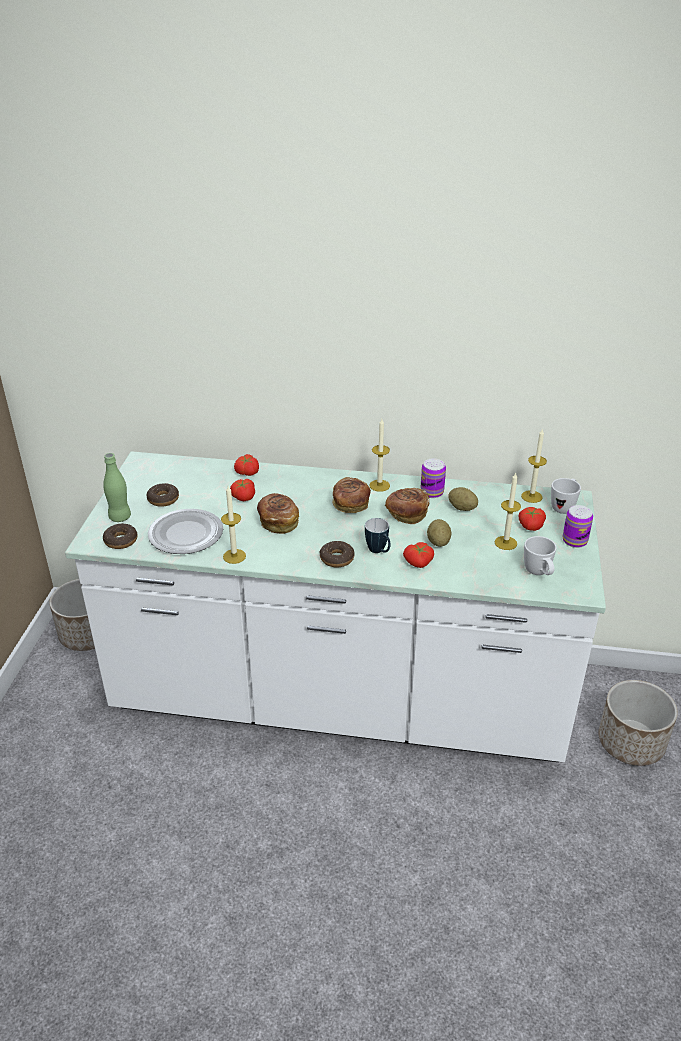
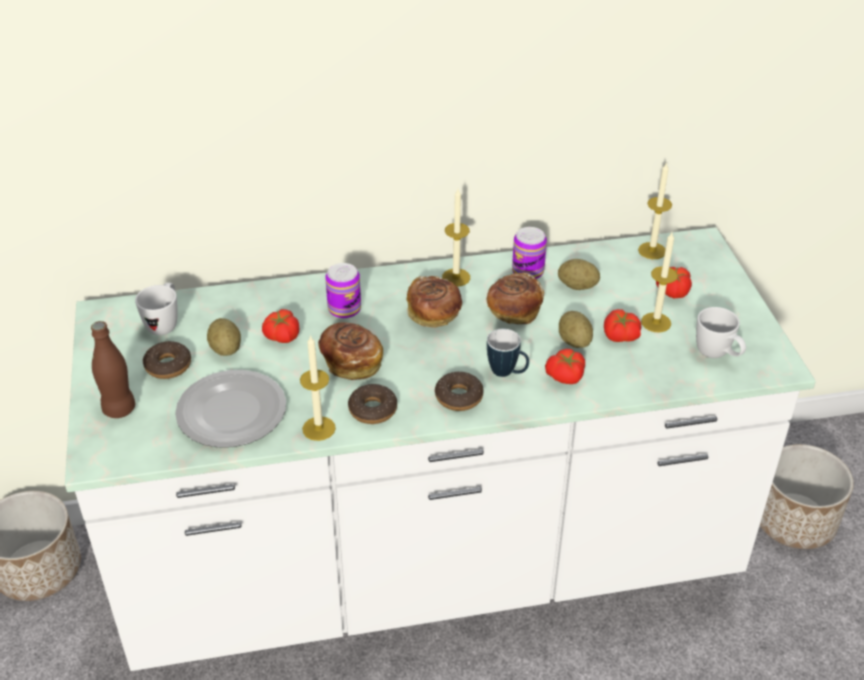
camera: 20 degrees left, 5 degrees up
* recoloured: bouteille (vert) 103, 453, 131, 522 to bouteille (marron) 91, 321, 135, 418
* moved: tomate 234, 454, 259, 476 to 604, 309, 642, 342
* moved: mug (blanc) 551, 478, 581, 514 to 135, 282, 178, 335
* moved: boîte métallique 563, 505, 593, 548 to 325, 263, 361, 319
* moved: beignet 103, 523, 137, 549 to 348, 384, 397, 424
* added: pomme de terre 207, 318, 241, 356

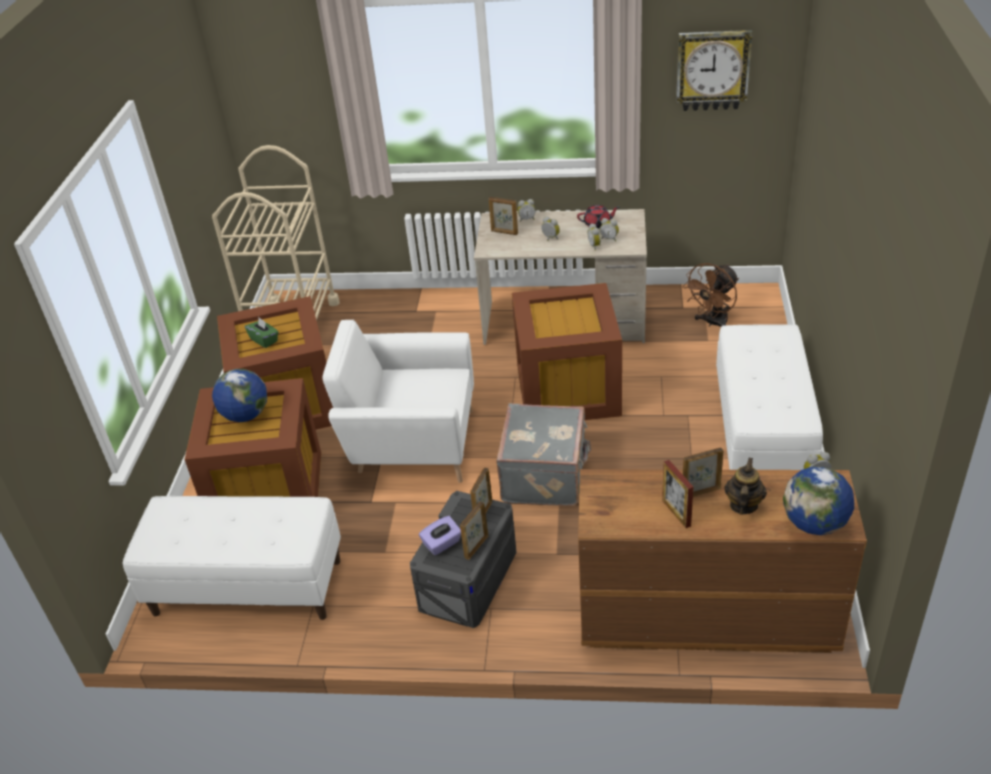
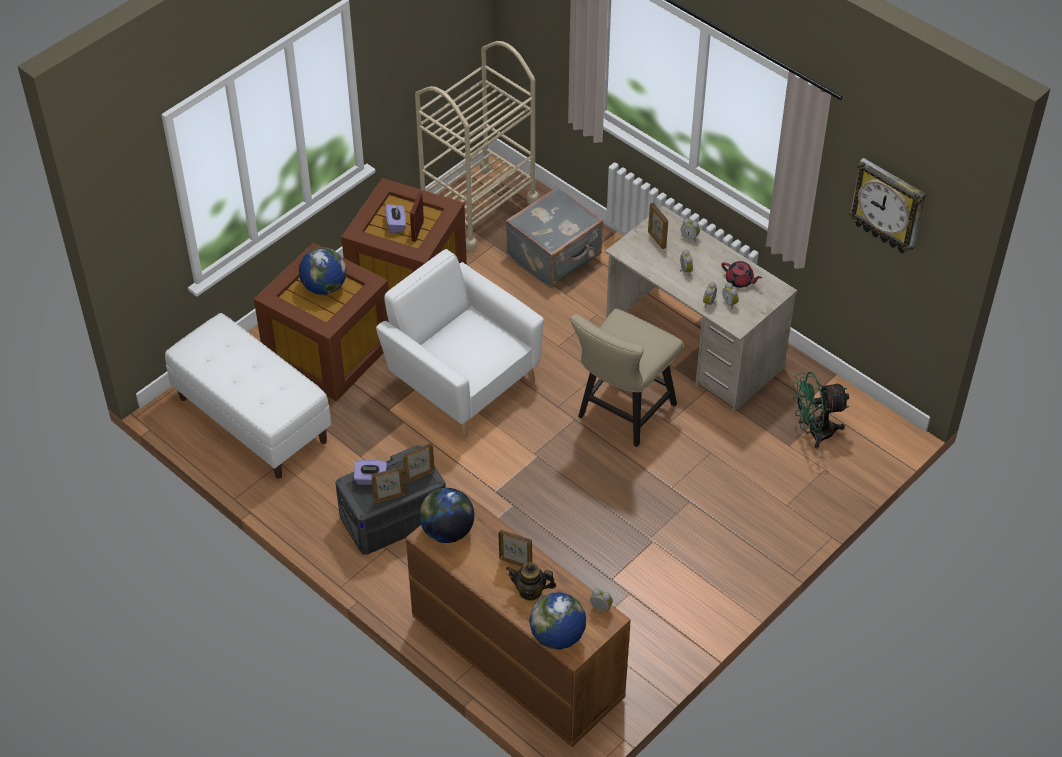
camera: 35 degrees right, 10 degrees up
* recoloured: ventilateur (marron) 682, 263, 739, 327 to ventilateur (vert) 792, 372, 849, 448
* replaced: boîte de rangement (marron) 512, 283, 622, 420 to chaise (beige) 570, 309, 683, 447
* recoloured: boîte à mouchoirs (vert) 245, 318, 279, 348 to boîte à mouchoirs (violet) 385, 204, 406, 233
* removed: banc (blanc) 716, 324, 823, 470
* moved: valise (gris) 496, 403, 591, 506 to 506, 186, 603, 288
* turned: théière 724, 458, 767, 515 = 506, 562, 556, 601 135 degrees counterclockwise
* moved: cadre photo 662, 460, 694, 528 to 410, 193, 424, 242
* added: globe 419, 488, 474, 543

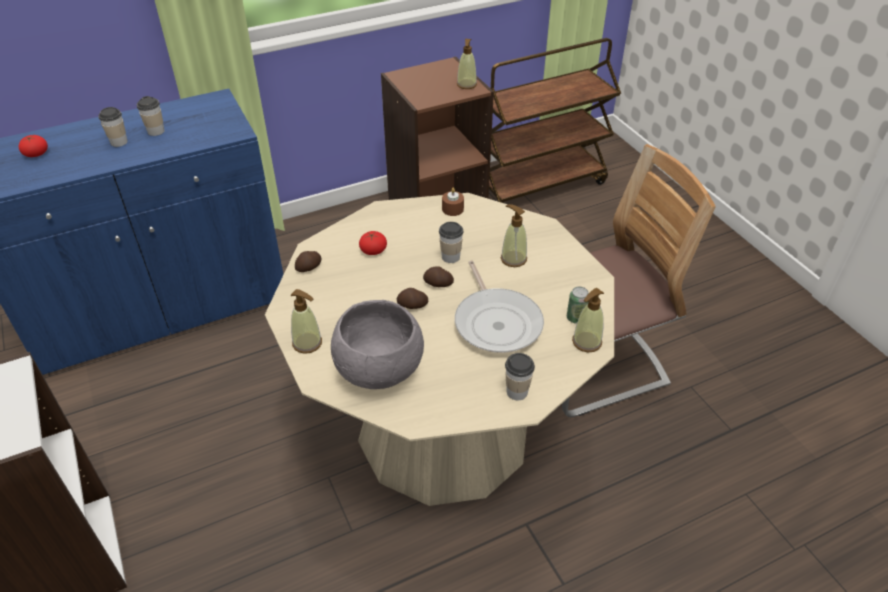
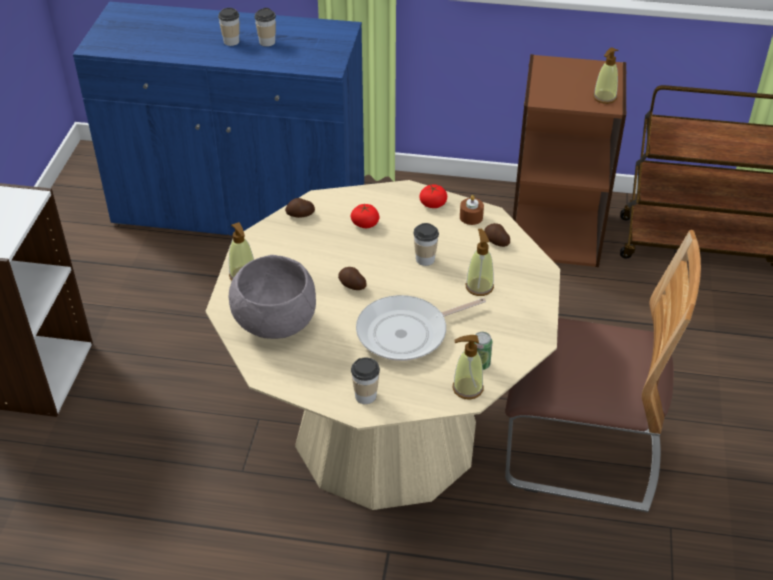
camera: 35 degrees right, 0 degrees up
* moved: tomate 18, 135, 48, 157 to 419, 184, 447, 208
* turned: poêle 455, 260, 544, 353 = 356, 295, 486, 361 45 degrees clockwise
* moved: pomme de terre 423, 266, 454, 287 to 484, 223, 510, 247

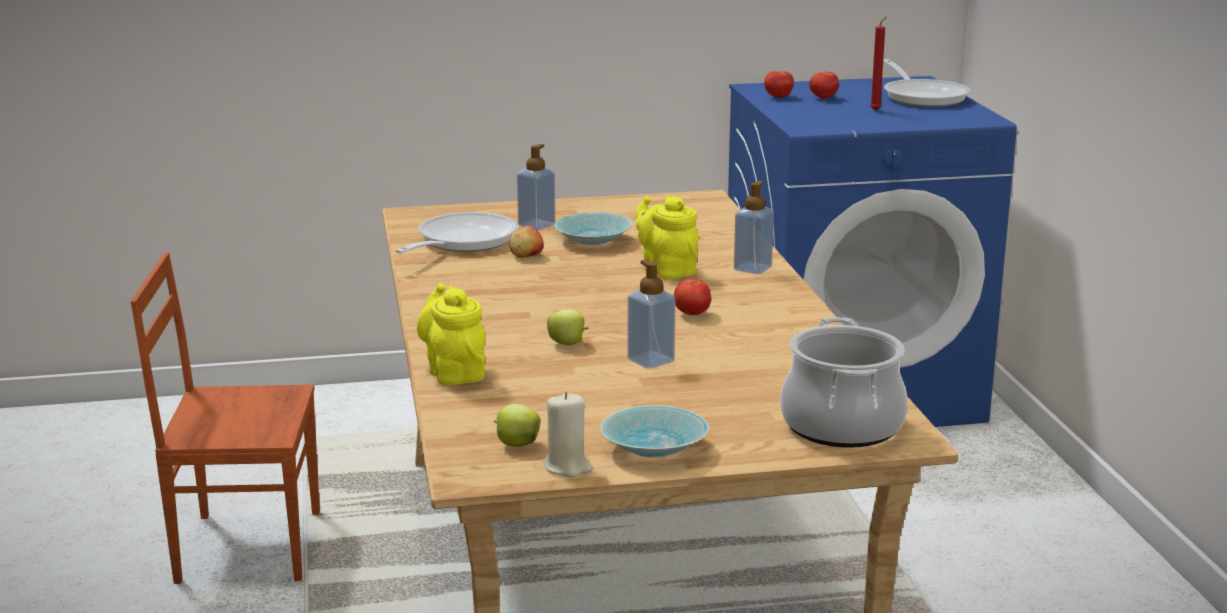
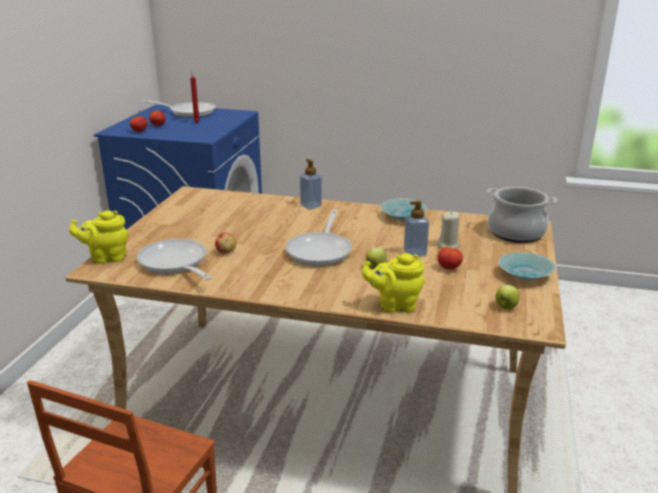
camera: 65 degrees left, 5 degrees up
* removed: distributeur de savon 517, 144, 555, 230
* moved: théière (jaune) 636, 195, 699, 279 to 69, 210, 129, 264
* moved: bol (turquoise) 554, 212, 632, 246 to 381, 198, 427, 221
* moved: tomate 674, 278, 711, 315 to 438, 247, 463, 269
* moved: bougie (beige) 544, 392, 593, 477 to 437, 211, 460, 249
* added: poêle 286, 210, 352, 266

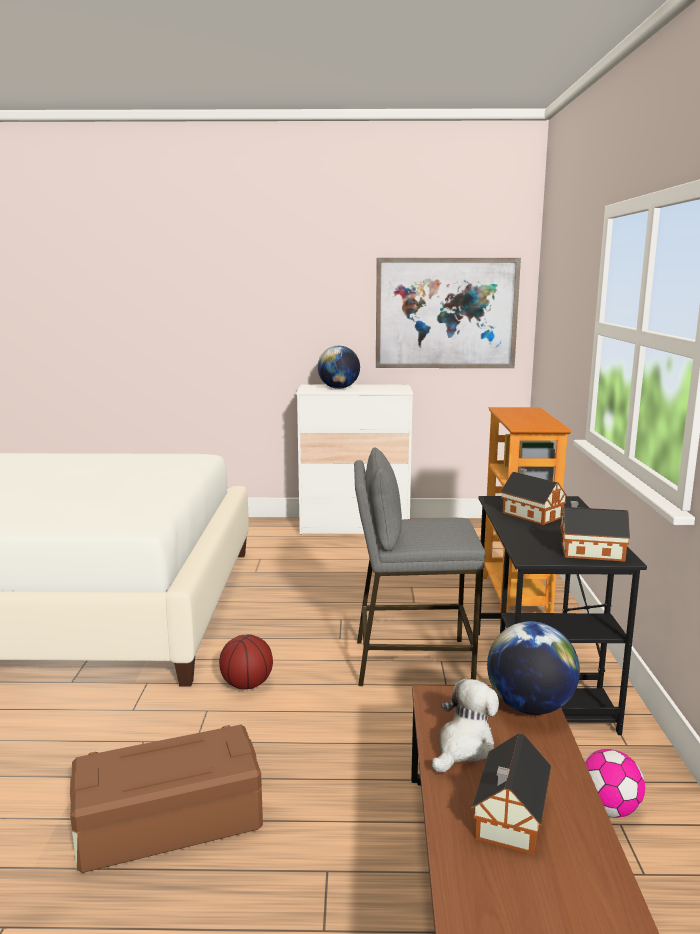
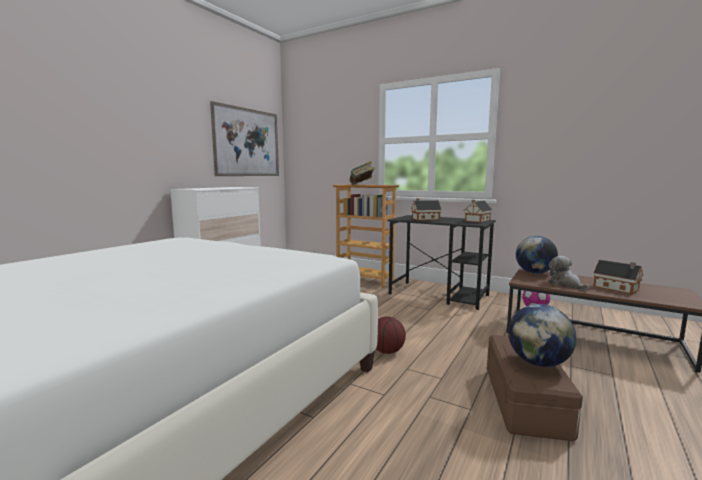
camera: 60 degrees left, 5 degrees down
* moved: globe 318, 346, 360, 389 to 508, 304, 577, 367
* removed: tabouret (gris) 354, 447, 485, 686
* added: livre 349, 161, 375, 185

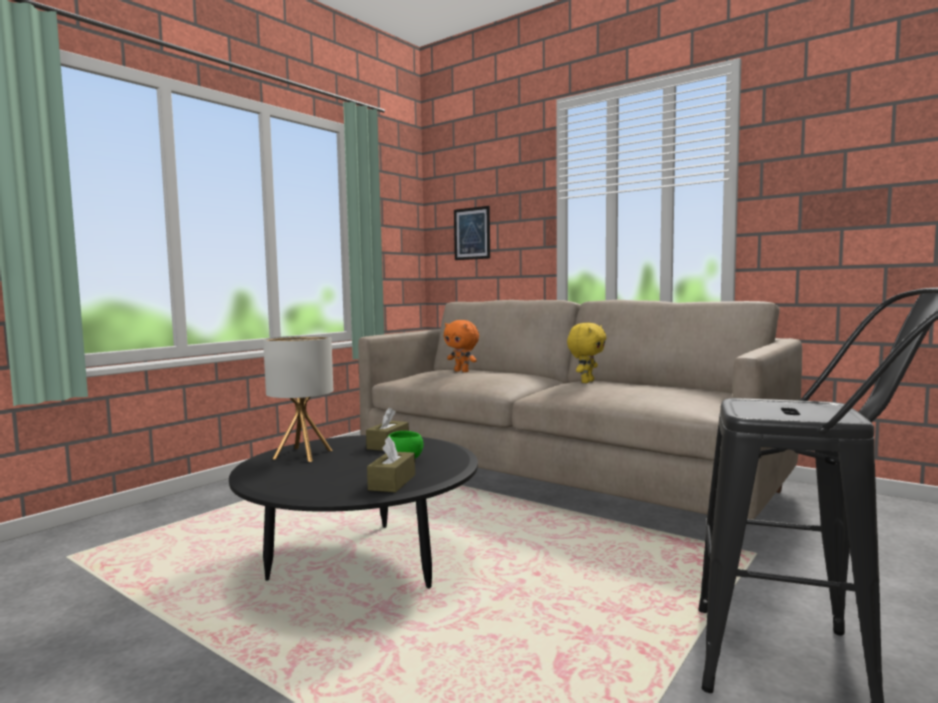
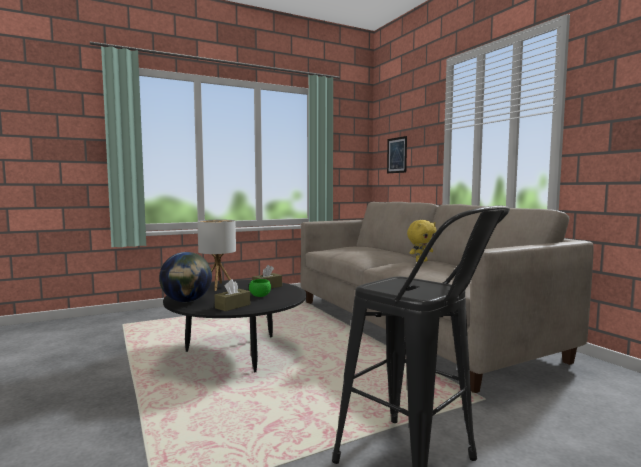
camera: 25 degrees right, 0 degrees up
* removed: peluche (orange) 444, 320, 479, 372
* added: globe 159, 252, 212, 302

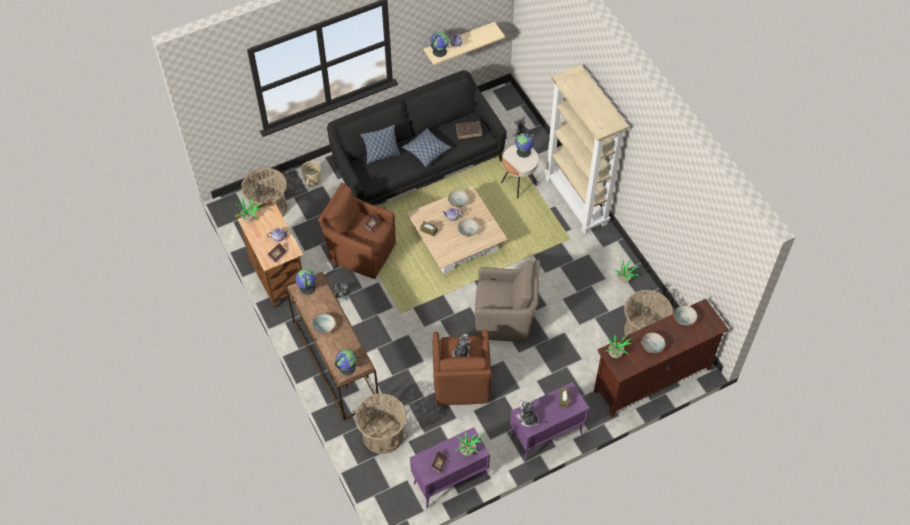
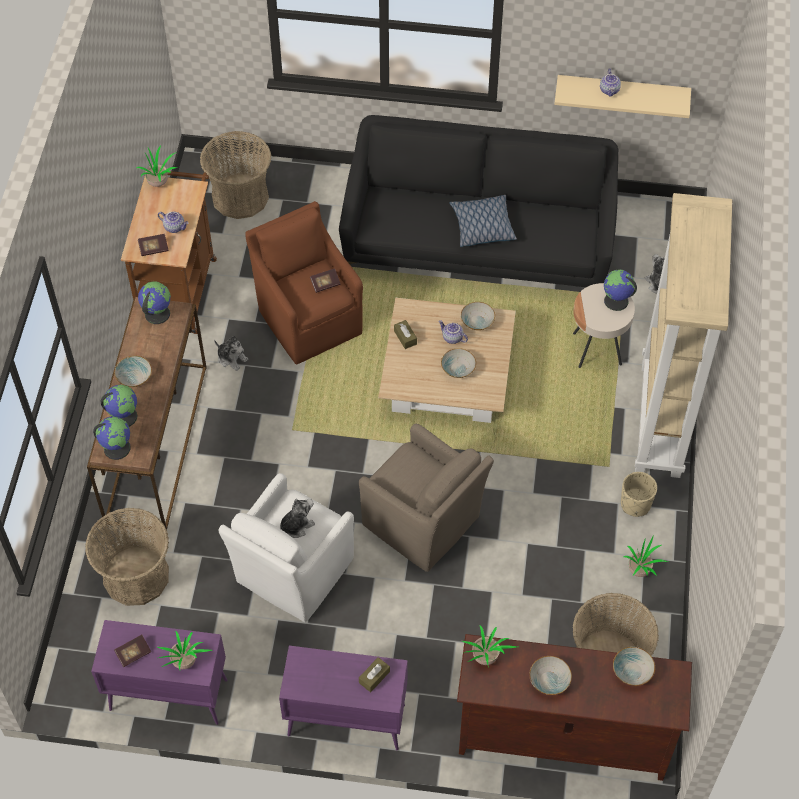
camera: 35 degrees right, 0 degrees up
* moved: globe 431, 32, 449, 57 to 101, 384, 137, 427
* removed: livre (marron) 456, 121, 482, 139
* removed: coussin 360, 125, 400, 164
* moved: cache-pot (beige) 301, 161, 321, 187 to 621, 472, 657, 517
* recoloured: fauteuil (marron) 433, 330, 491, 405 to fauteuil (blanc) 218, 473, 354, 622
* removed: peluche 516, 400, 539, 427

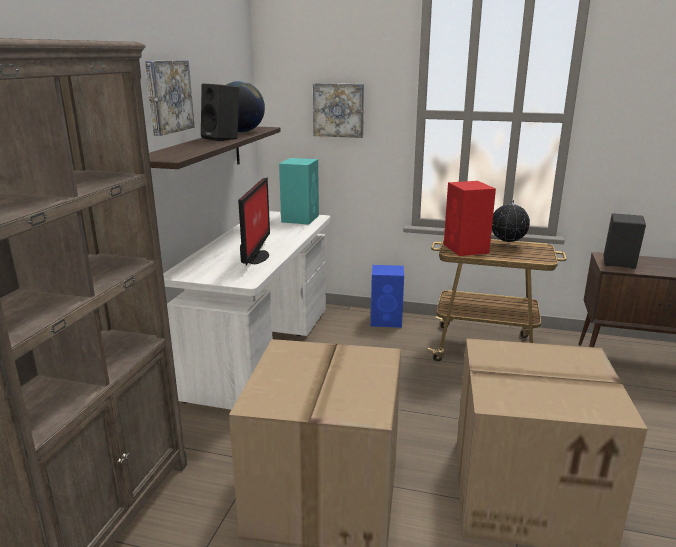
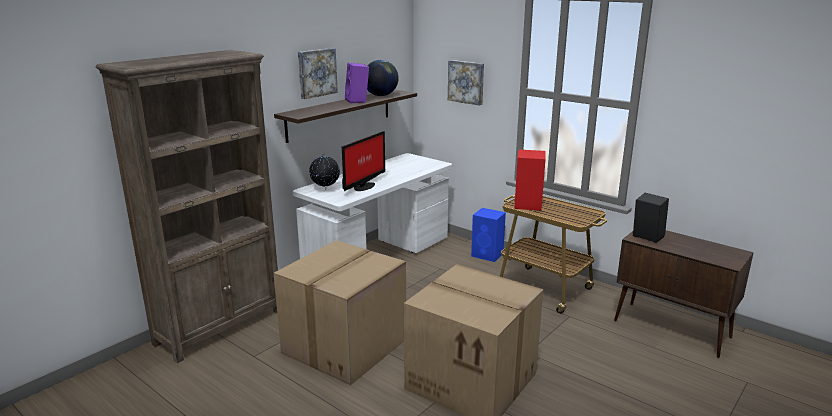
camera: 25 degrees right, 0 degrees up
* recoloured: enceinte (noir) 201, 83, 239, 141 to enceinte (violet) 345, 63, 369, 104
* removed: enceinte (turquoise) 279, 158, 319, 225
* moved: globe 492, 200, 530, 246 to 309, 153, 340, 190

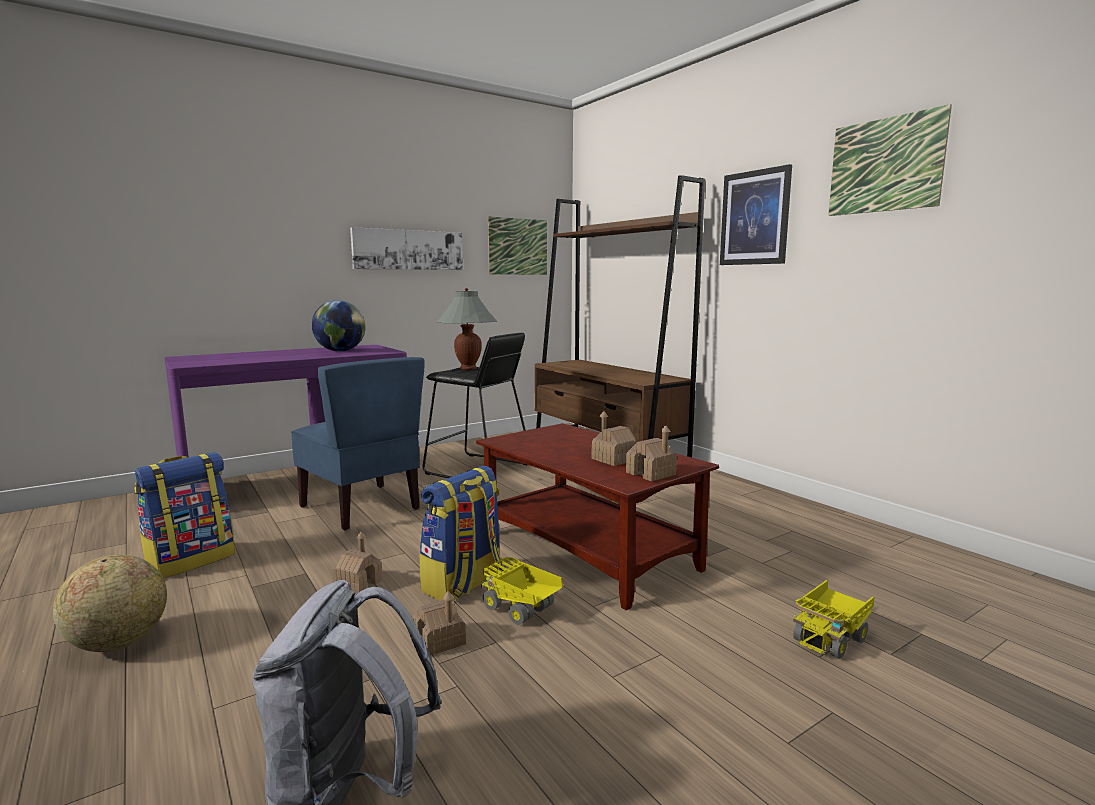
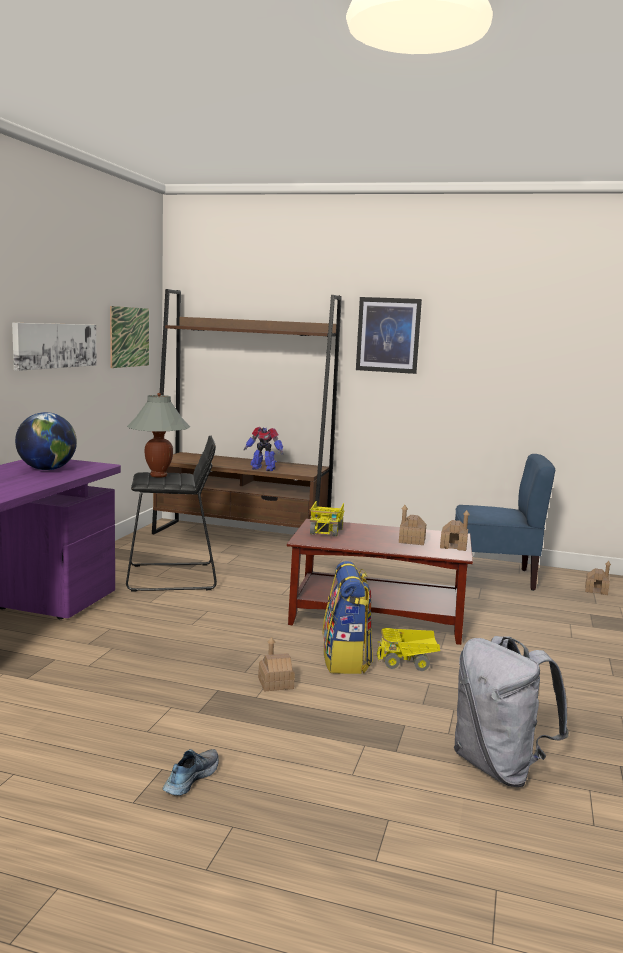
camera: 40 degrees left, 0 degrees up
* removed: tableau 828, 104, 952, 216
* moved: chaise (bleu) 291, 357, 425, 530 to 455, 454, 555, 591
* removed: sac à dos 134, 452, 235, 578
* replaced: globe 53, 555, 167, 652 to chaussure 163, 749, 219, 796
* moved: camion jouet 793, 580, 874, 659 to 310, 501, 344, 536
* moved: maison miniature 413, 591, 466, 656 to 585, 561, 611, 595
* added: robot jouet 243, 427, 284, 471

